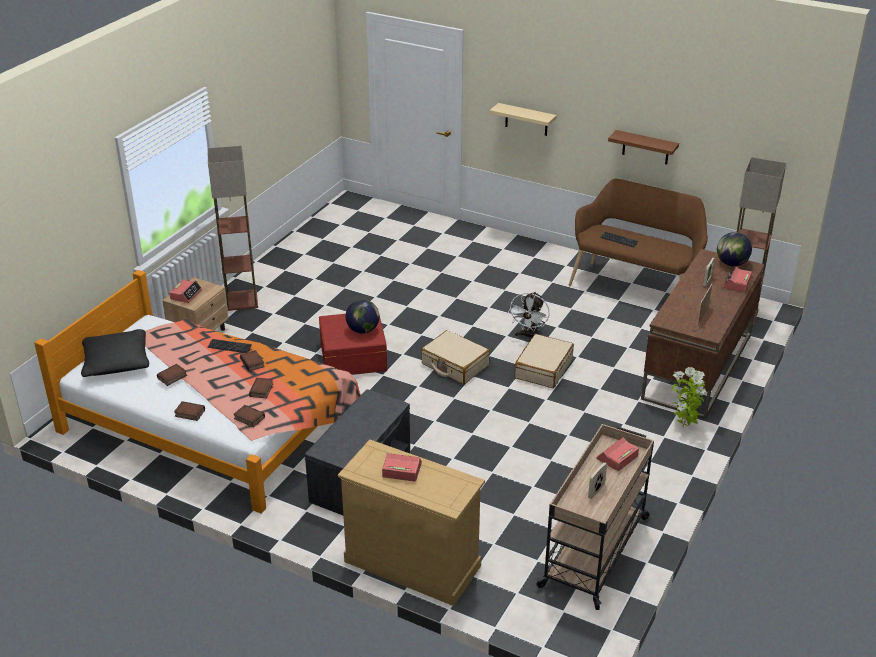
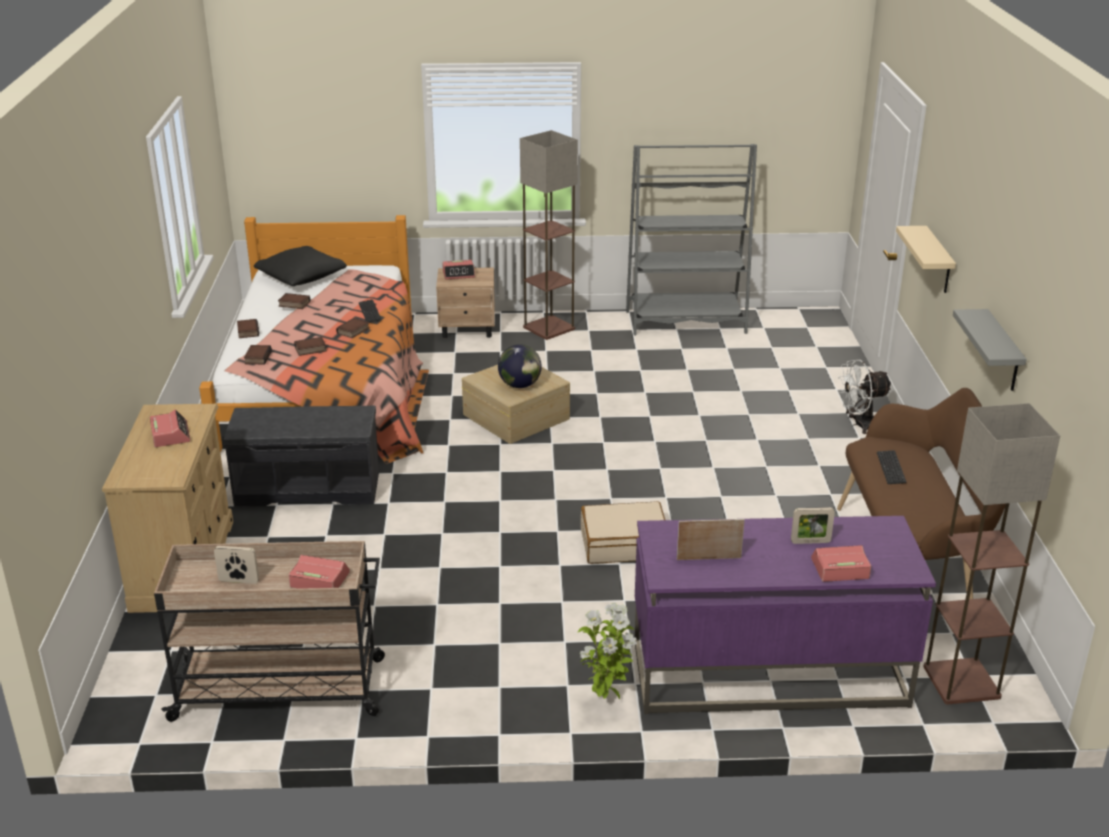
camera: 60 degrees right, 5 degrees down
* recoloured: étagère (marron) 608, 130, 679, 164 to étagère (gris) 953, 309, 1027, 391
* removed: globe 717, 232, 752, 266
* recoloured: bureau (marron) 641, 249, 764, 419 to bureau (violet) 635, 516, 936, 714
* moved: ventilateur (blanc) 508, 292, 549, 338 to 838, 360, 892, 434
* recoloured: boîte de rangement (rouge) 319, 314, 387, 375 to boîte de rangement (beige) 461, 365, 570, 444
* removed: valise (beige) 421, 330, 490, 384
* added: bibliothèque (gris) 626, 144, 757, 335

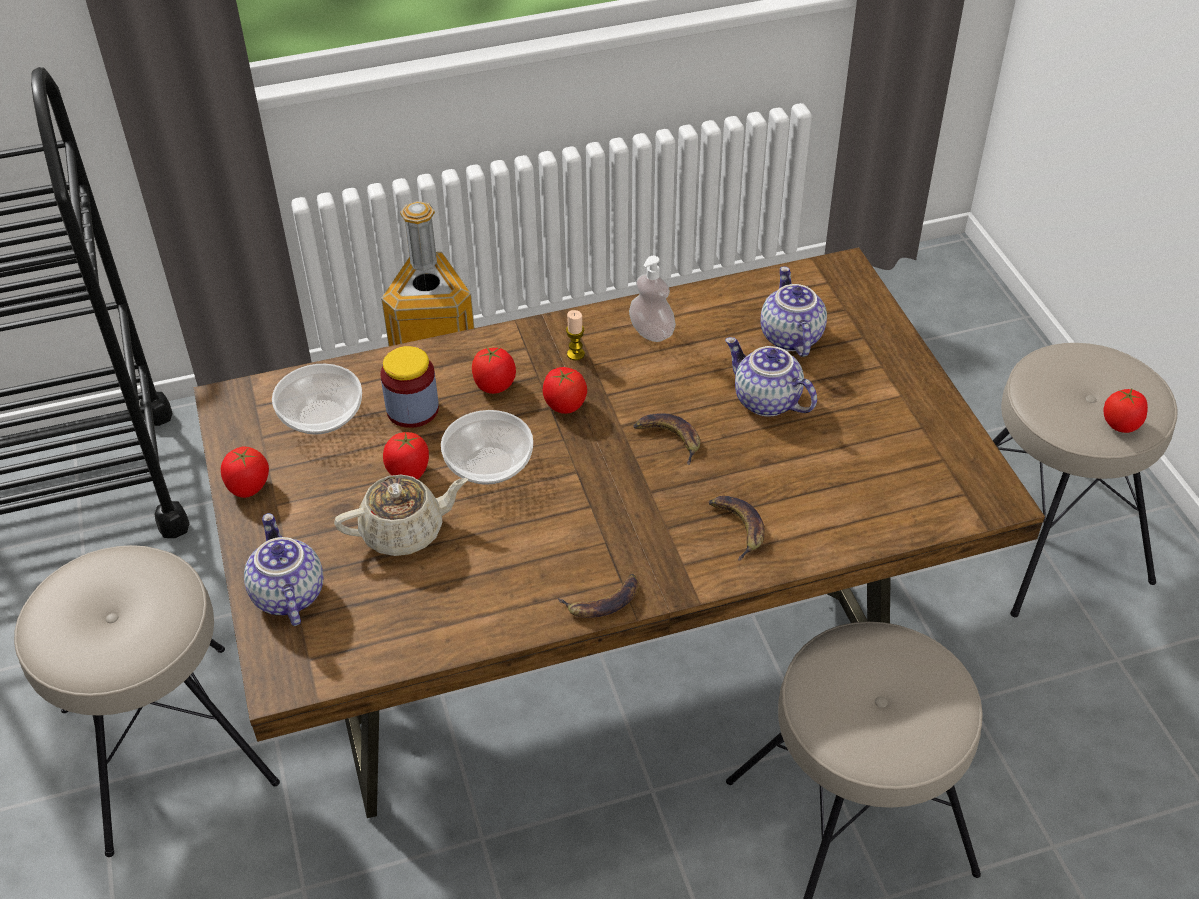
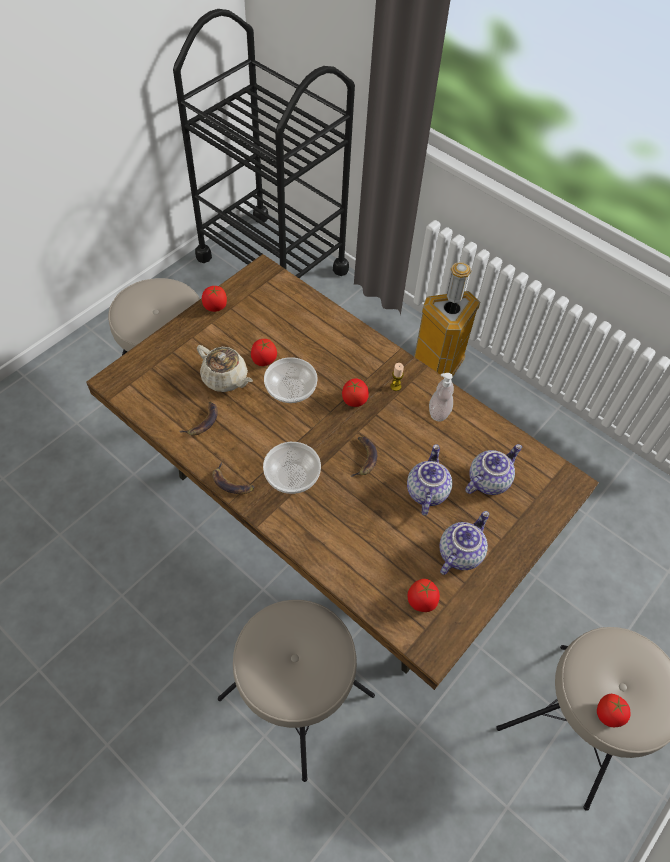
camera: 55 degrees right, 10 degrees up
* removed: bocal 380, 346, 439, 428
* moved: tomate 472, 347, 516, 394 to 407, 579, 440, 612
* moved: bol 272, 364, 362, 435 to 263, 442, 321, 494
* moved: banane 709, 496, 765, 561 to 180, 402, 218, 436
* moved: théière 244, 513, 323, 626 to 439, 511, 489, 575

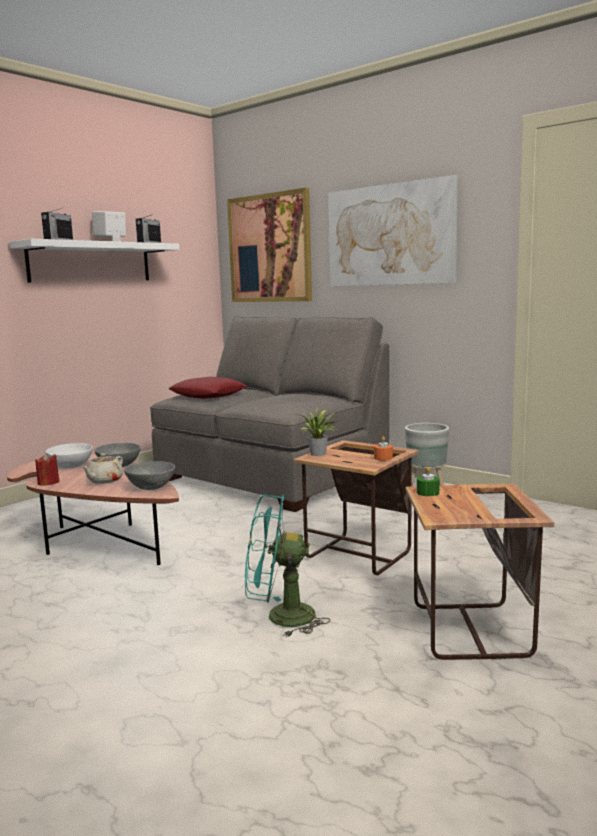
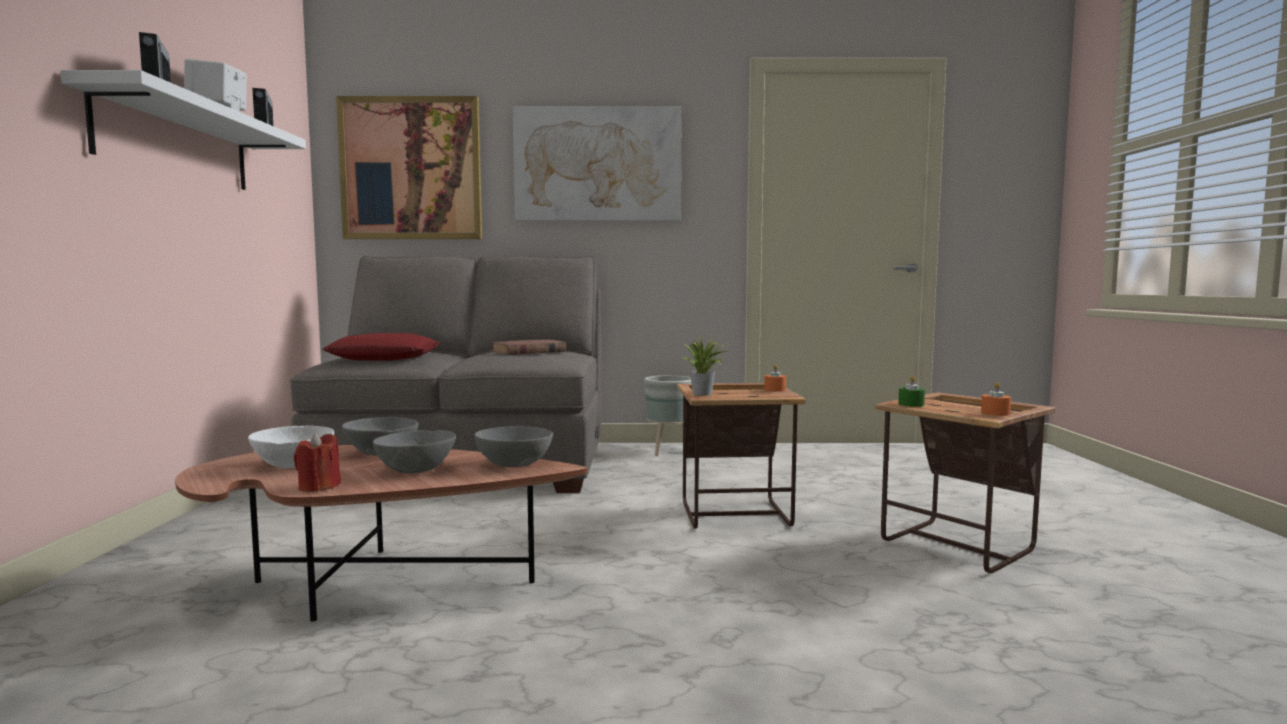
camera: 40 degrees left, 5 degrees down
* replaced: théière (beige) 82, 453, 123, 484 to bol (gris) 372, 430, 456, 474
* removed: ventilateur (turquoise) 245, 494, 330, 637
* added: livre (marron) 490, 339, 566, 355
* added: bougie (orange) 981, 382, 1011, 416

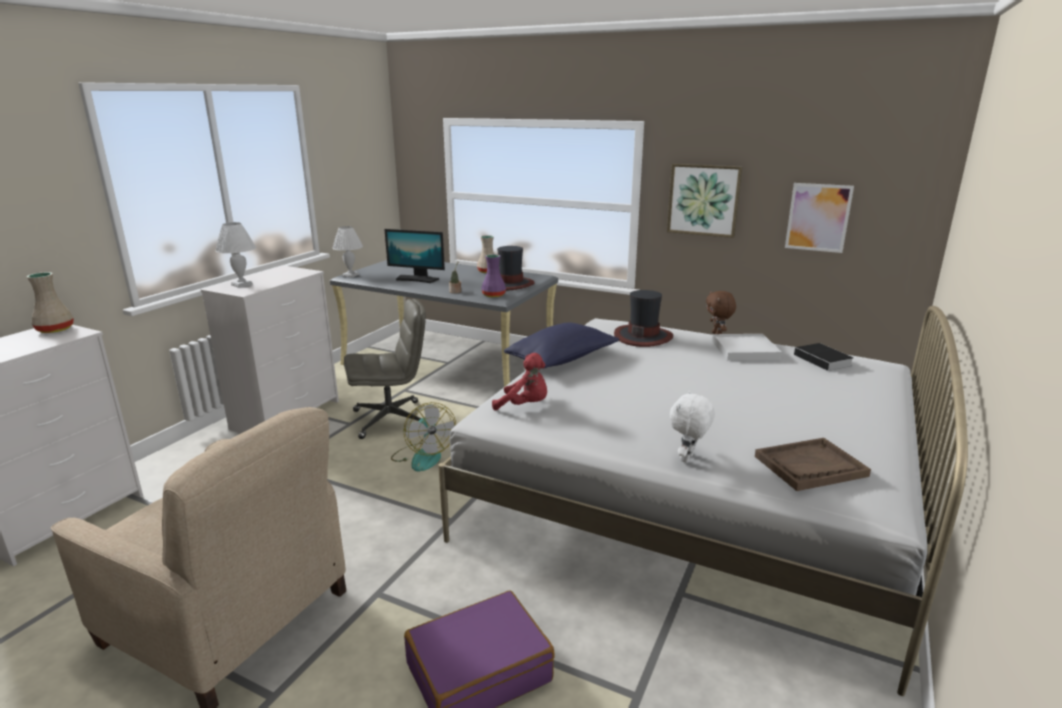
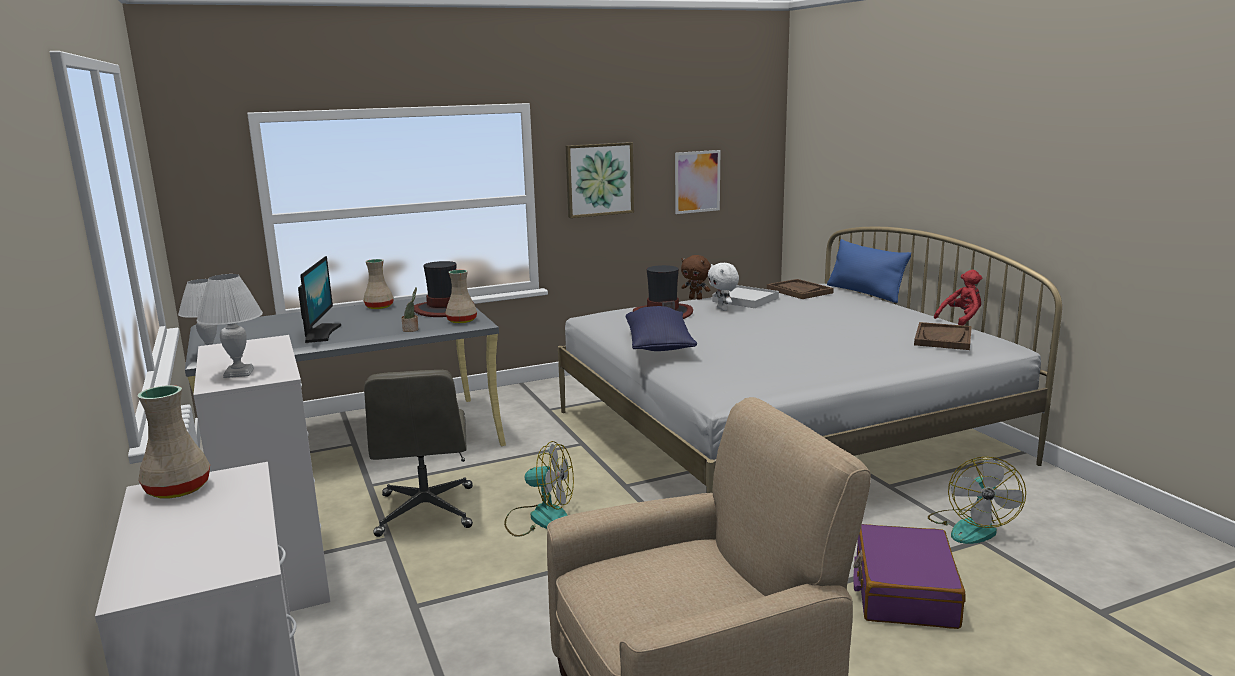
camera: 50 degrees left, 5 degrees down
* turned: écran d'ordinateur 384, 229, 445, 283 = 298, 256, 341, 343 60 degrees counterclockwise
* recoloured: vase (violet) 481, 254, 506, 297 to vase (beige) 445, 270, 477, 323
* turned: chaise de bureau (gris) 344, 299, 426, 439 = 364, 370, 473, 537 150 degrees clockwise
* replaced: livre 794, 343, 854, 374 to plateau (marron) 767, 279, 834, 299
* moved: peluche (rouge) 492, 353, 547, 411 to 934, 270, 982, 326
* moved: peluche (blanc) 670, 391, 715, 463 to 708, 263, 739, 311
* added: coussin (bleu) 827, 239, 911, 303
* added: ventilateur 928, 456, 1026, 544

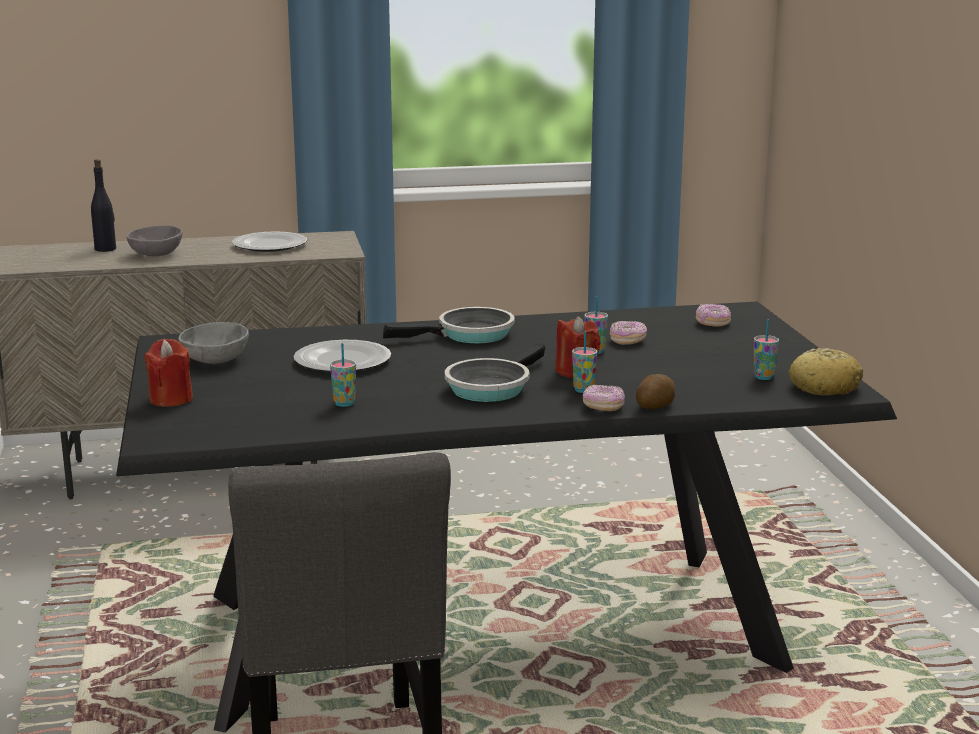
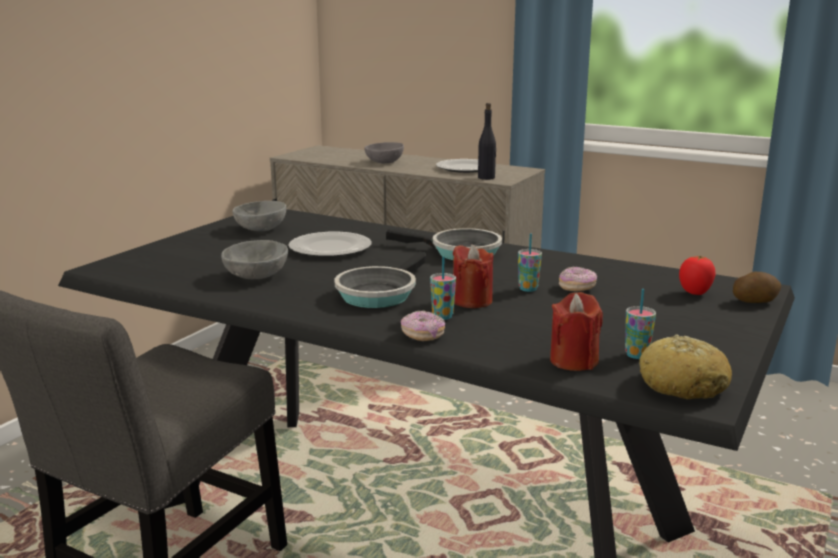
camera: 40 degrees right, 0 degrees up
* moved: bouteille (noir) 91, 159, 116, 252 to 478, 103, 497, 180
* replaced: beignet 696, 304, 731, 327 to tomate 679, 255, 716, 295
* moved: bougie (rouge) 144, 339, 193, 407 to 550, 292, 603, 371
* replaced: tasse 330, 343, 356, 407 to bol (gris) 221, 240, 288, 279
* turned: poêle 445, 343, 545, 402 = 334, 251, 426, 308 45 degrees counterclockwise
* moved: pomme de terre 636, 374, 675, 409 to 733, 272, 781, 303

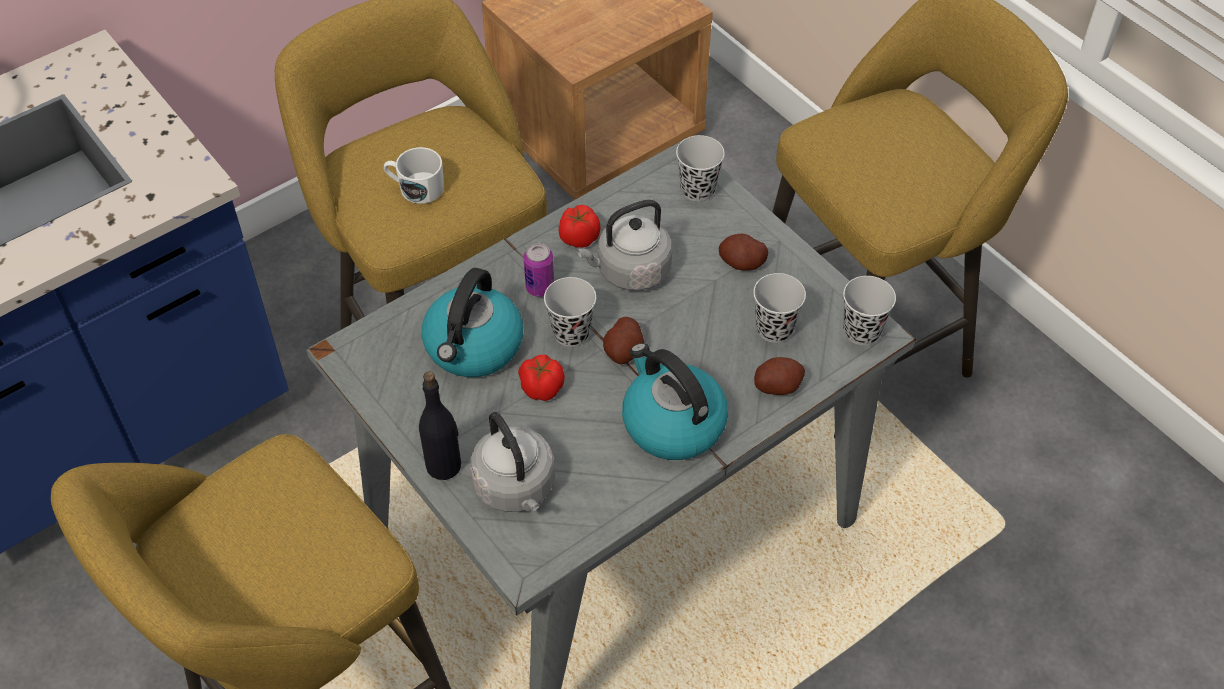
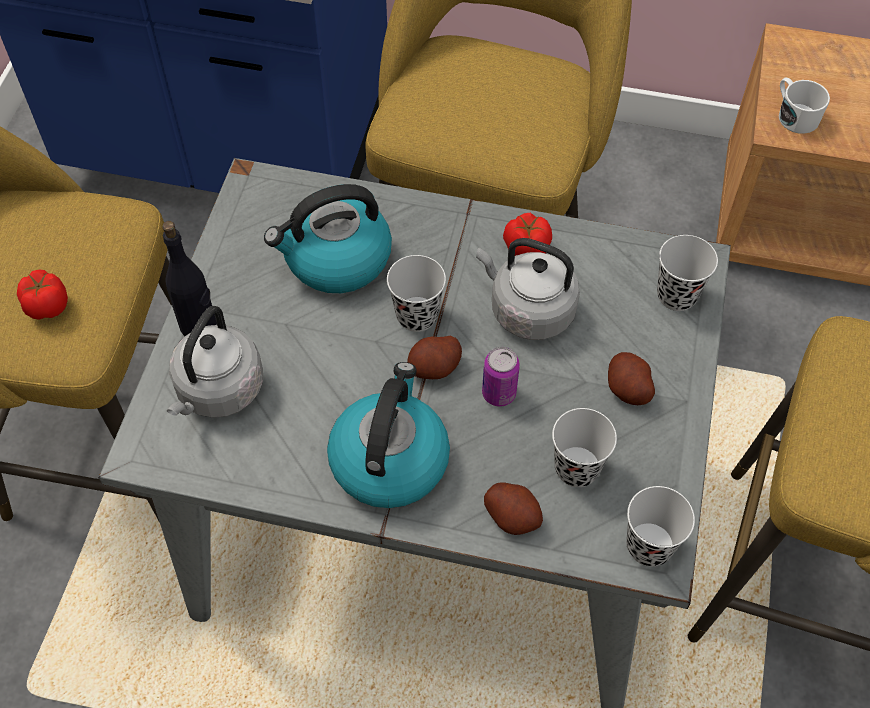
camera: 50 degrees right, 5 degrees up
* moved: mug (blanc) 384, 147, 444, 204 to 779, 78, 830, 134
* moved: boîte métallique 524, 243, 554, 297 to 482, 347, 520, 407
* moved: tomate 518, 355, 565, 401 to 17, 270, 68, 320

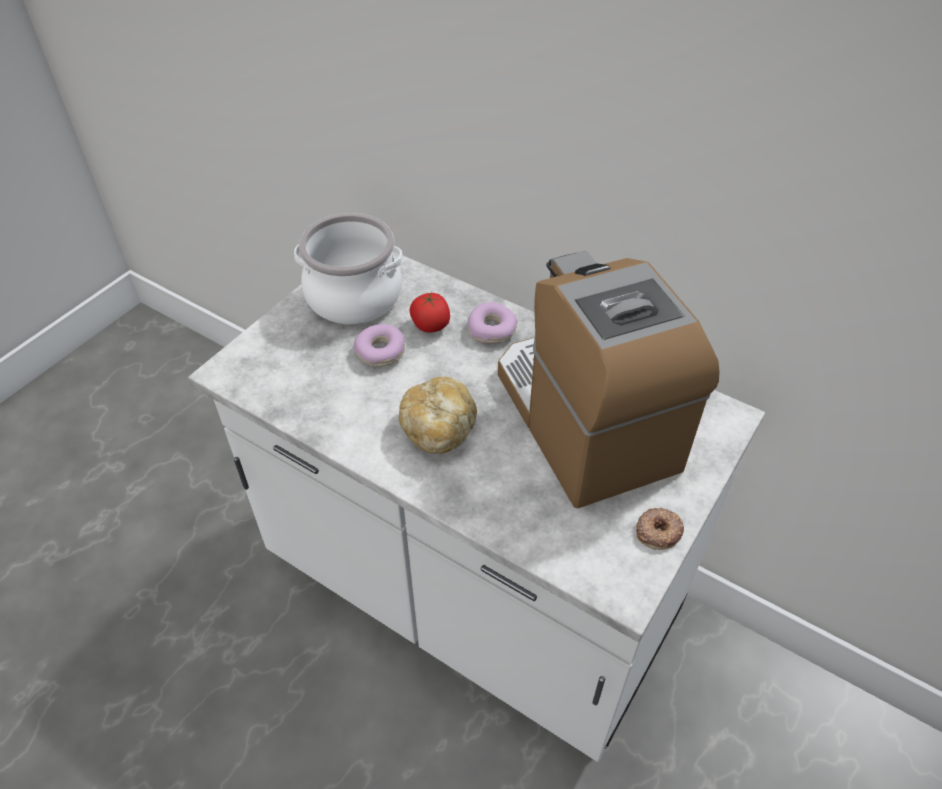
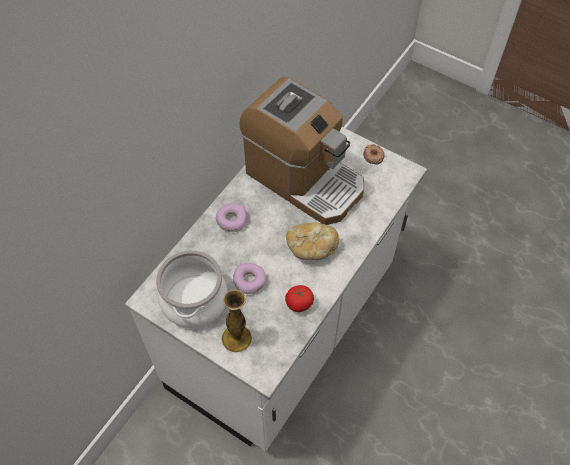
camera: 90 degrees left, 10 degrees up
* turned: machine à café 498, 251, 720, 509 = 239, 77, 364, 225 120 degrees counterclockwise
* moved: tomate 409, 292, 450, 333 to 285, 285, 314, 312
* added: vase 221, 289, 252, 353

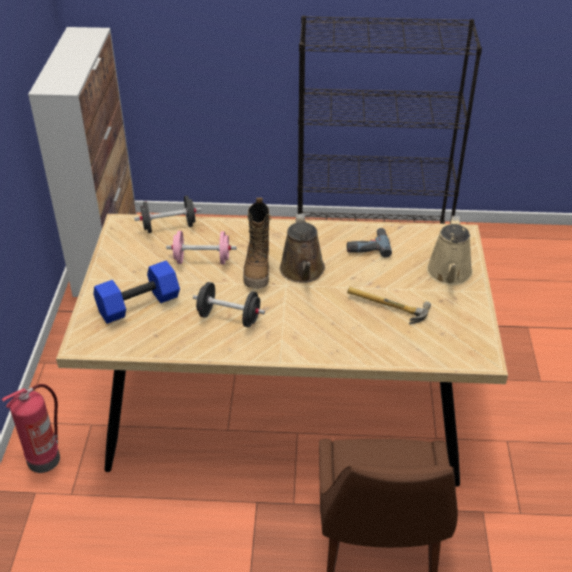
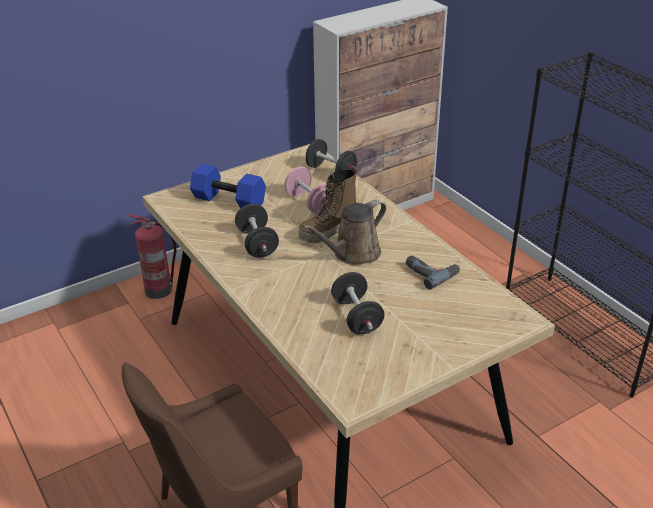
camera: 55 degrees right, 5 degrees down
* removed: arrosoir (beige) 427, 216, 473, 285
* replaced: marteau 347, 287, 431, 324 to haltère (noir) 331, 272, 384, 334

